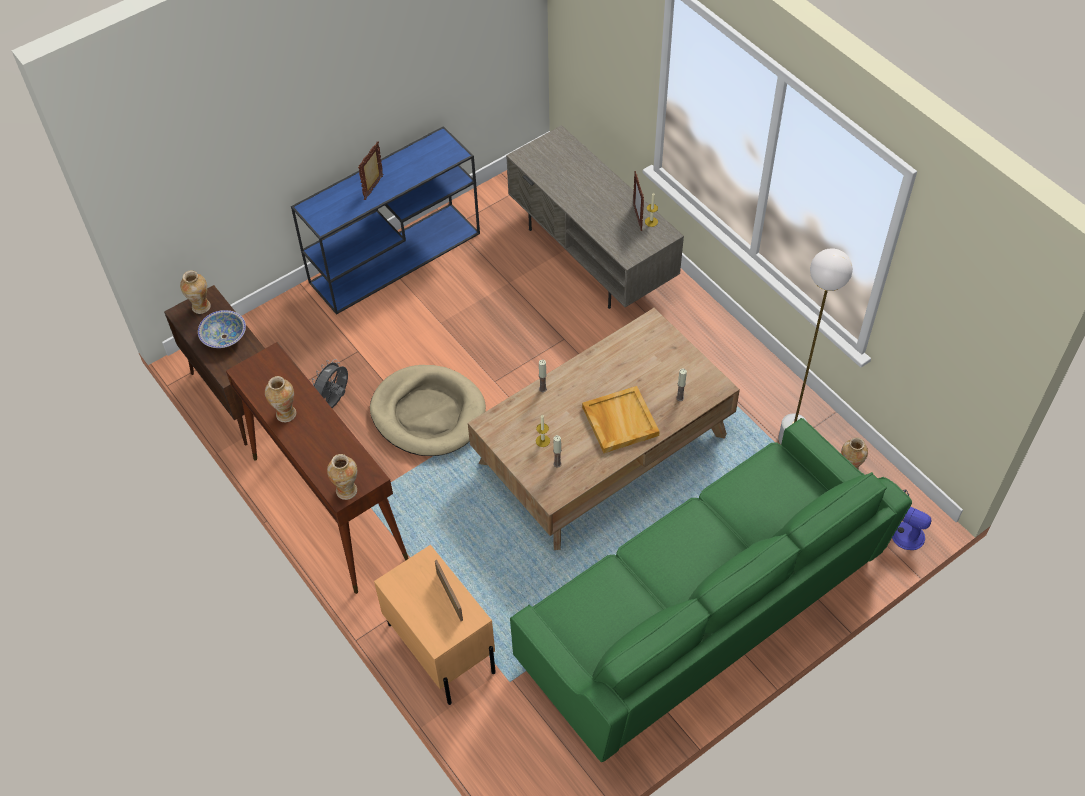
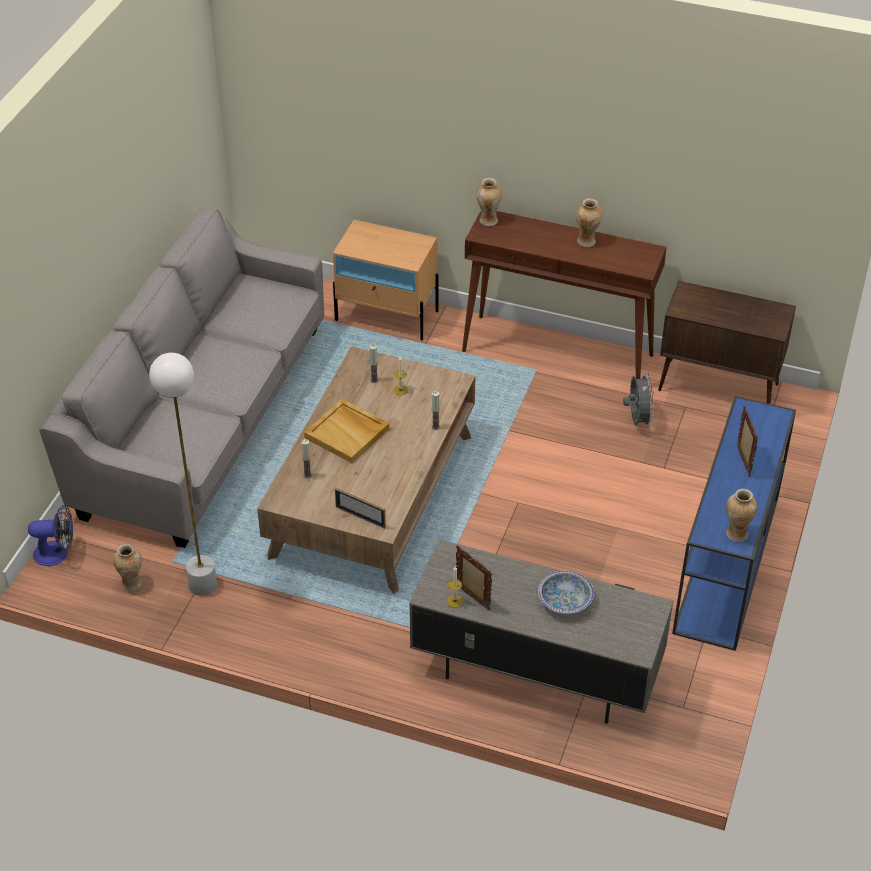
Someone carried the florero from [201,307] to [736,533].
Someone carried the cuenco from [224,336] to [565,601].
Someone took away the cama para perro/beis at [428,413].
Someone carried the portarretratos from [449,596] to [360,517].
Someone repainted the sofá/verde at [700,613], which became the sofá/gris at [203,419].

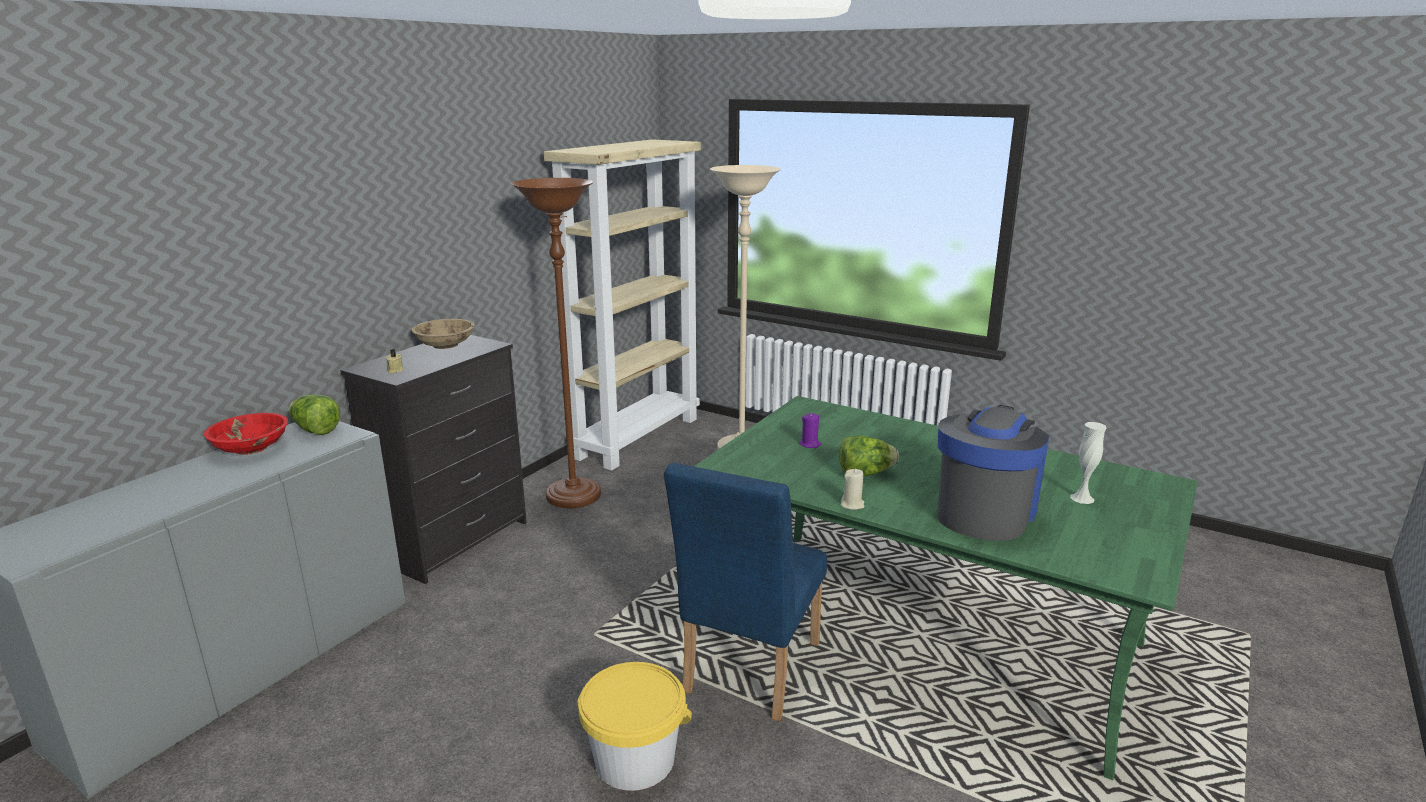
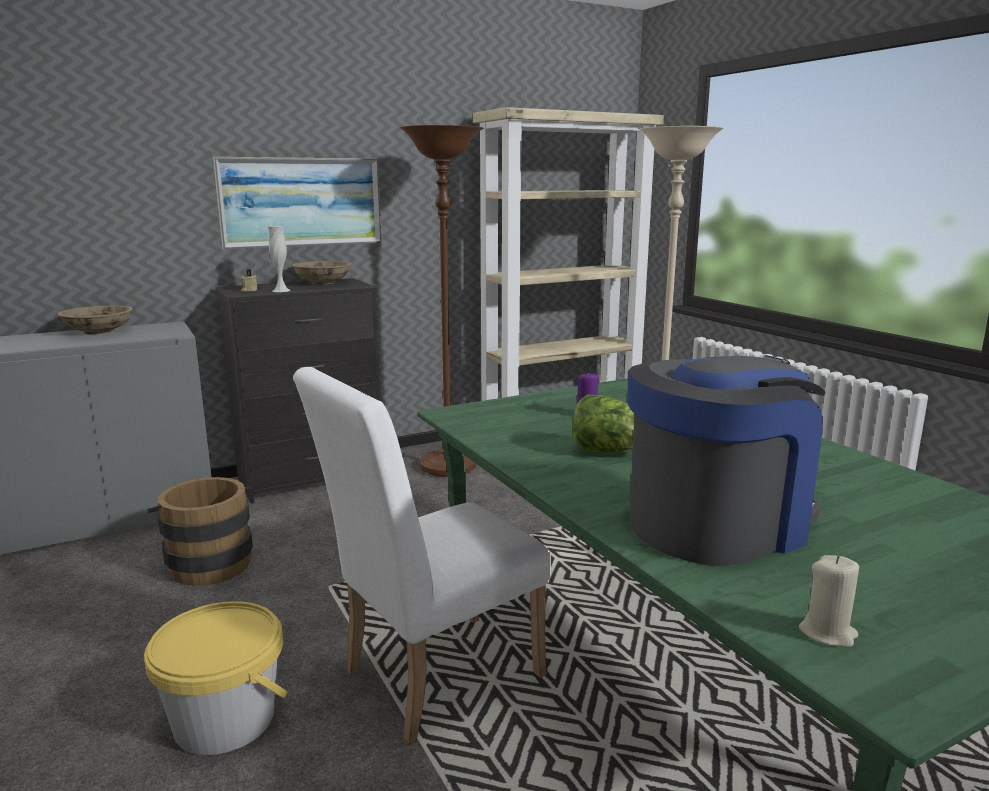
Someone repainted the cuenco/rojo at [251,448], which became the cuenco/beis at [99,332].
Someone took away the lechuga at [315,430].
Someone repainted the silla/azul at [747,674], which became the silla/blanco at [430,679].
Someone carried the vela/beis from [852,505] to [828,633].
Someone carried the florero/blanco from [1082,498] to [281,290].
Someone put down the cubo/marrón at [208,562].
Someone put up the cuadro at [301,202].

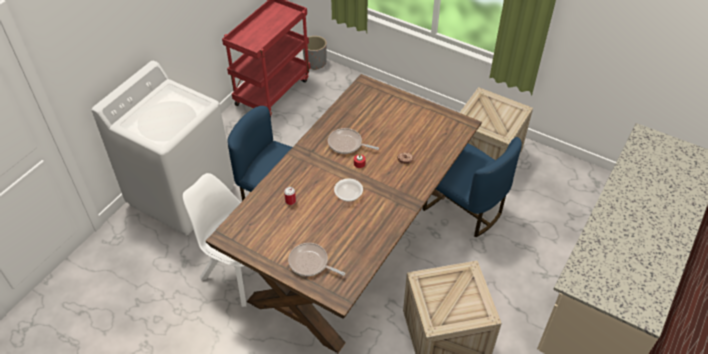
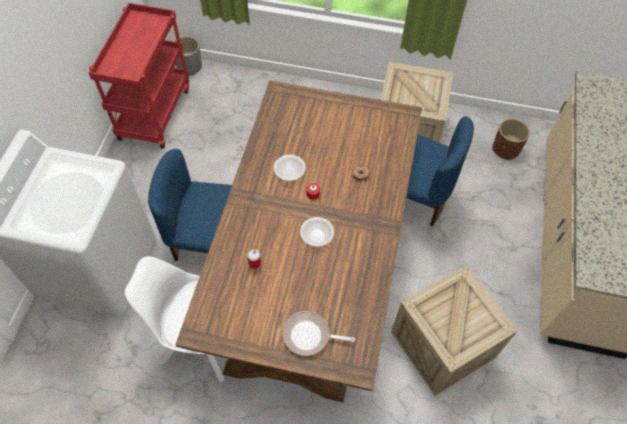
Someone swapped the sartén at [347,144] for the cuenco at [289,173].
Someone put down the maceta/marrón at [505,149].

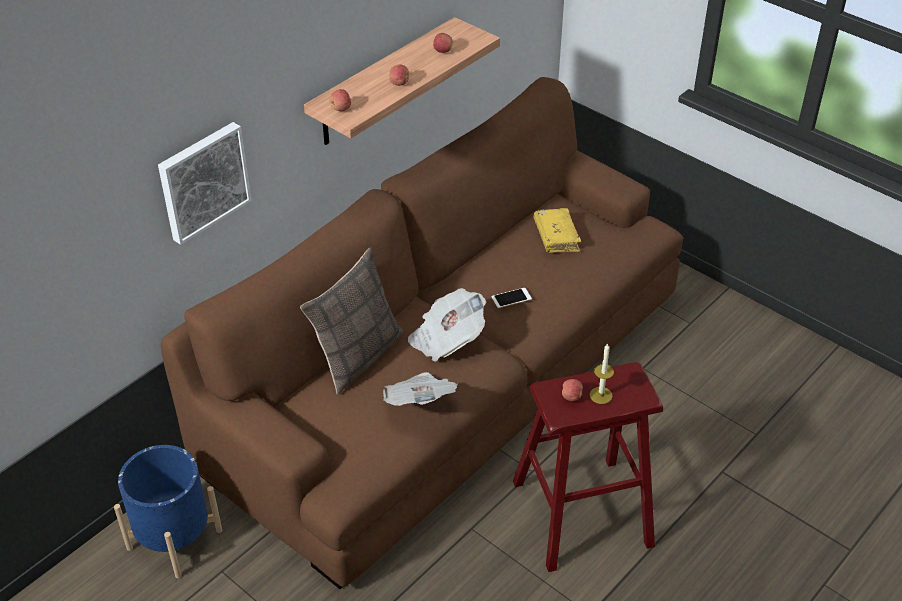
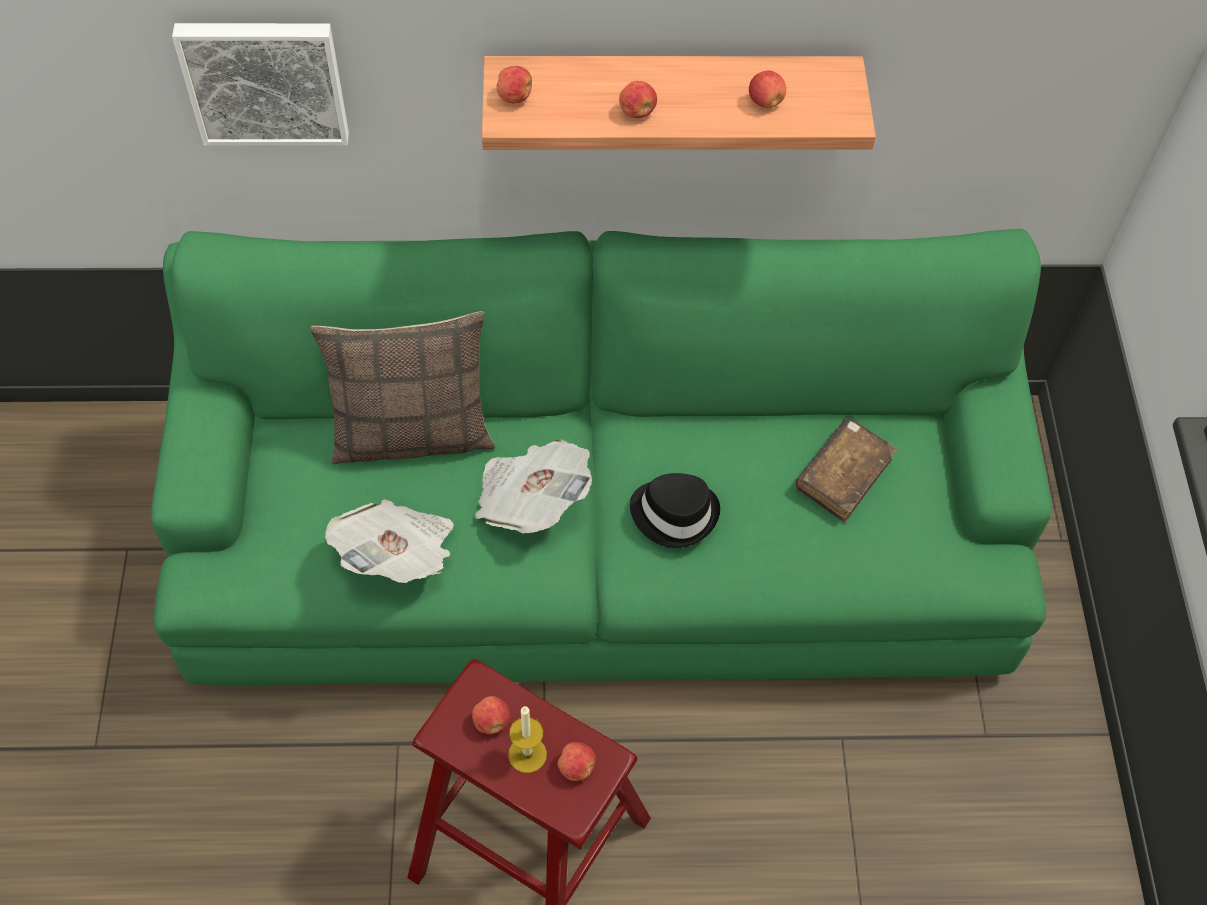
Someone took away the maceta/azul at [174,539].
Someone repainted the sofá/marrón at [449,379], which became the sofá/verde at [599,540].
Someone swapped the móvil at [511,298] for the sombrero/negro at [675,513].
Someone repainted the libro/amarillo at [556,236], which became the libro/marrón at [843,475].
Someone put down the manzana at [576,767].

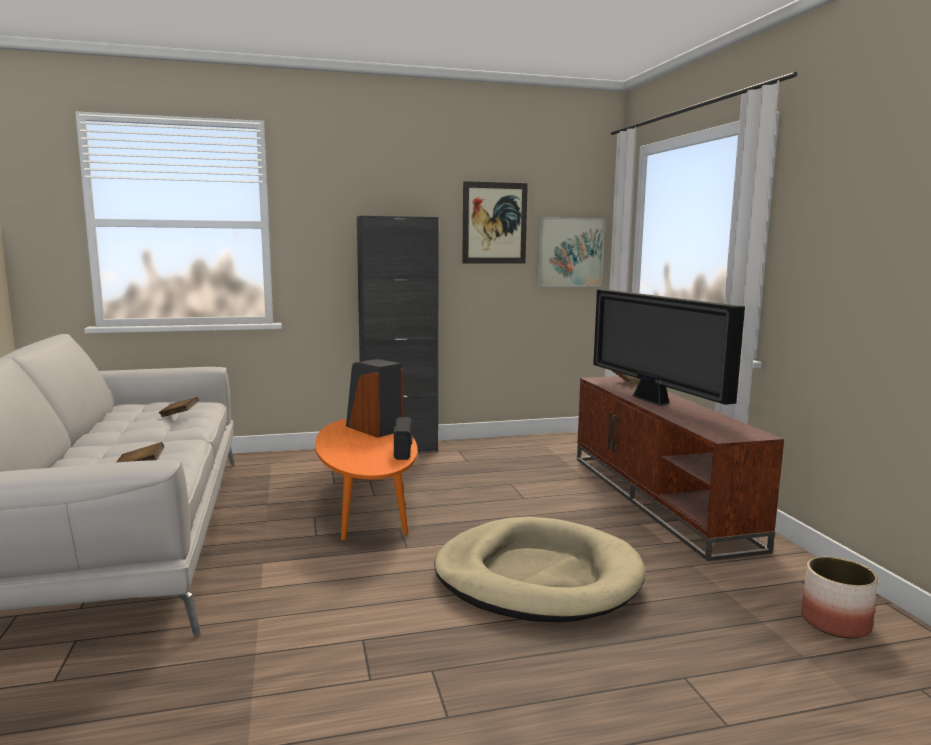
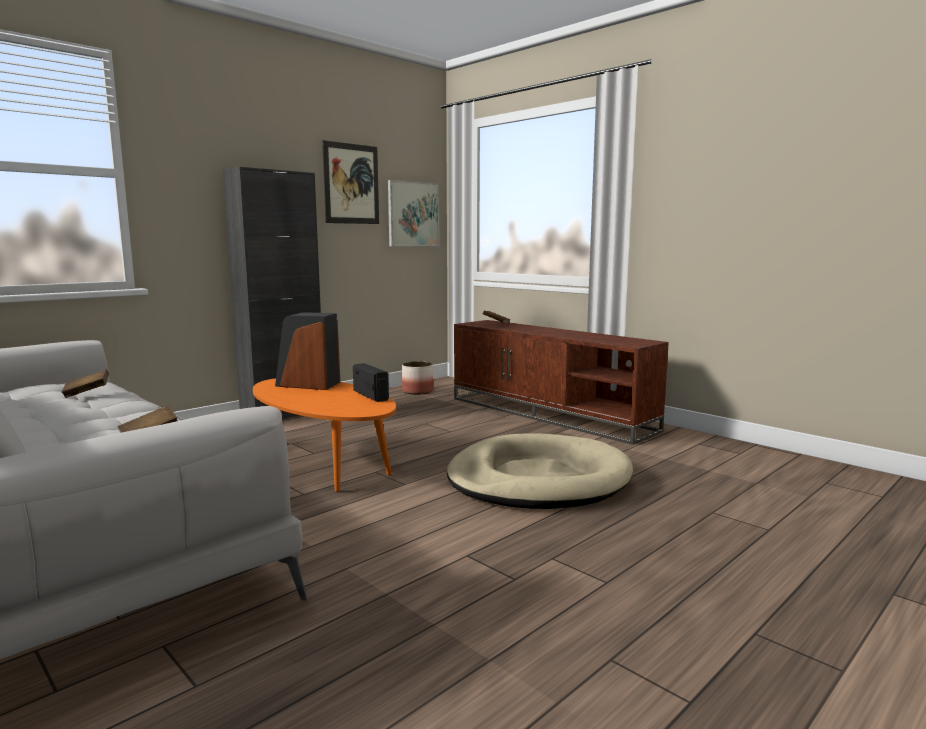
Someone took away the televisor at [653,401].
Someone carried the maceta from [836,623] to [418,391].

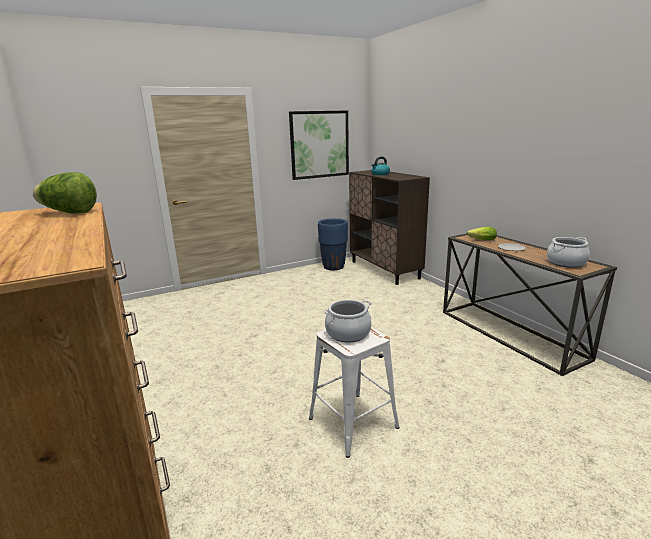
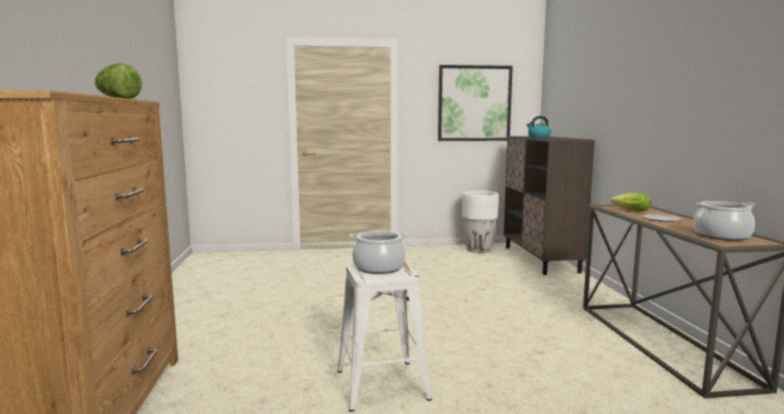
Someone repainted the maceta/azul at [333,267], which became the maceta/blanco at [479,249].

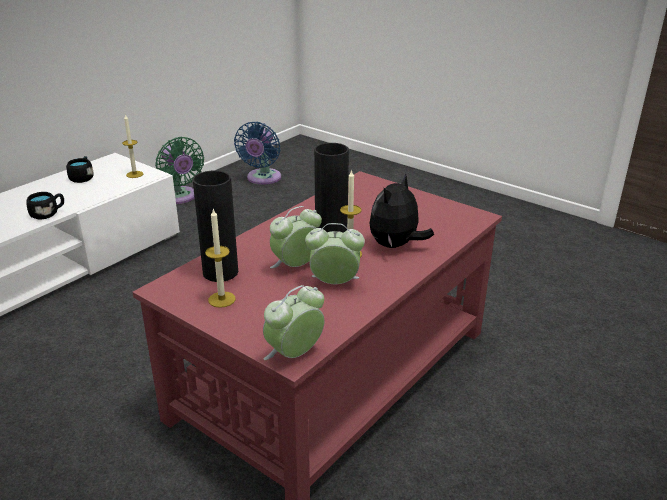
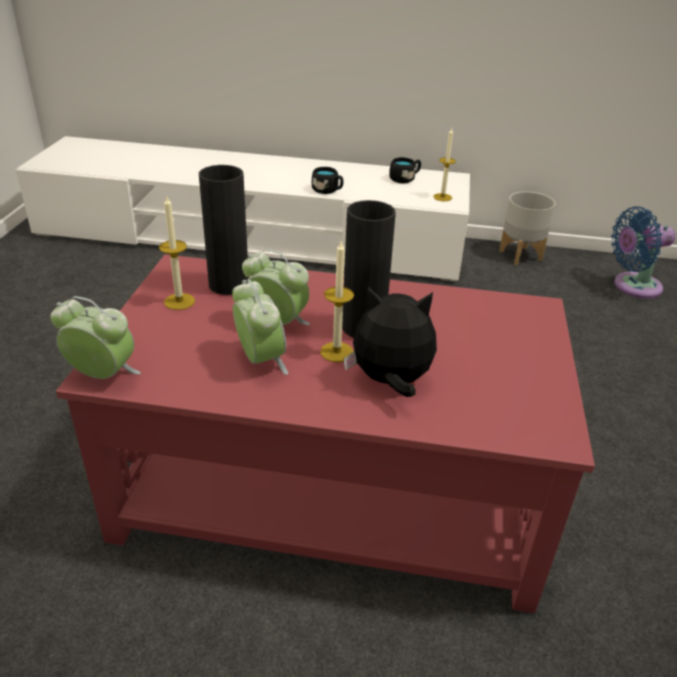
Someone swapped the ventilador/verde at [180,197] for the maceta/gris at [521,255].

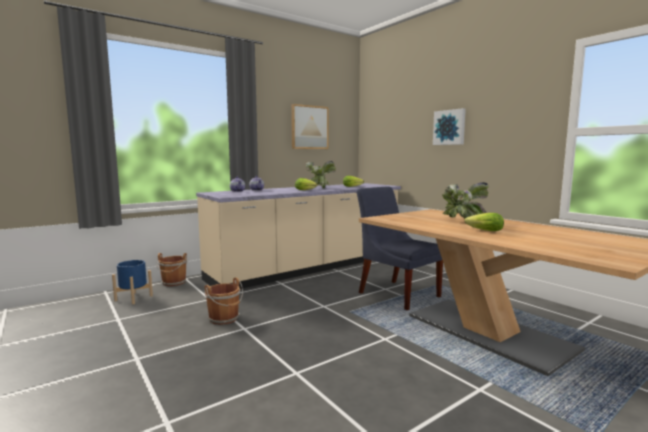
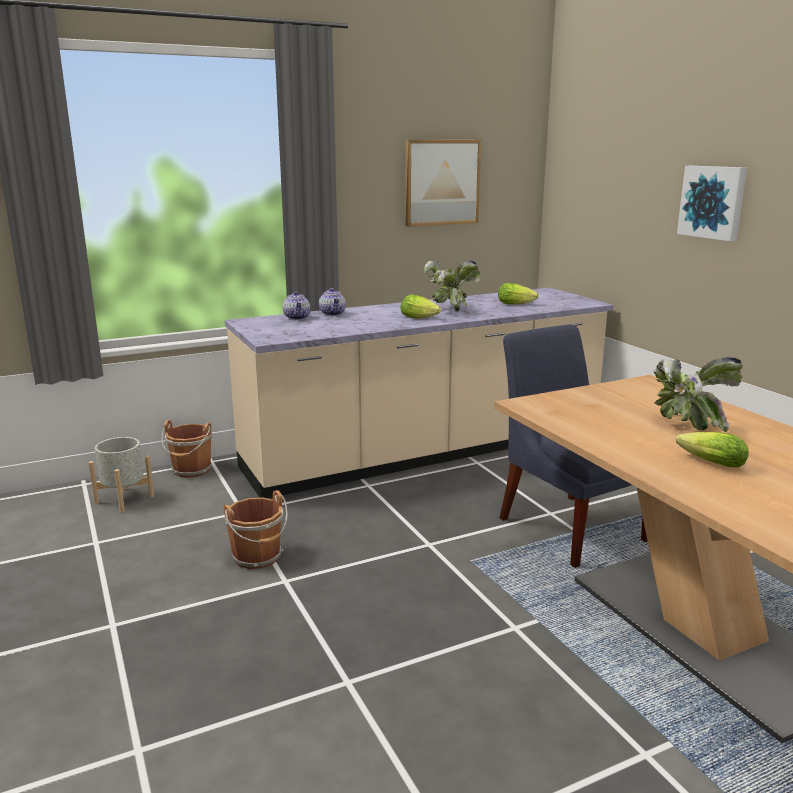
Someone repainted the maceta/azul at [133,298], which became the maceta/gris at [124,500].

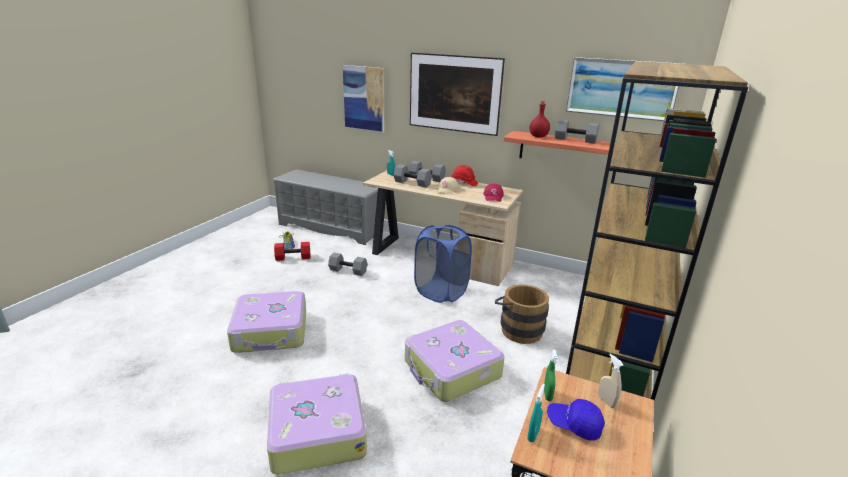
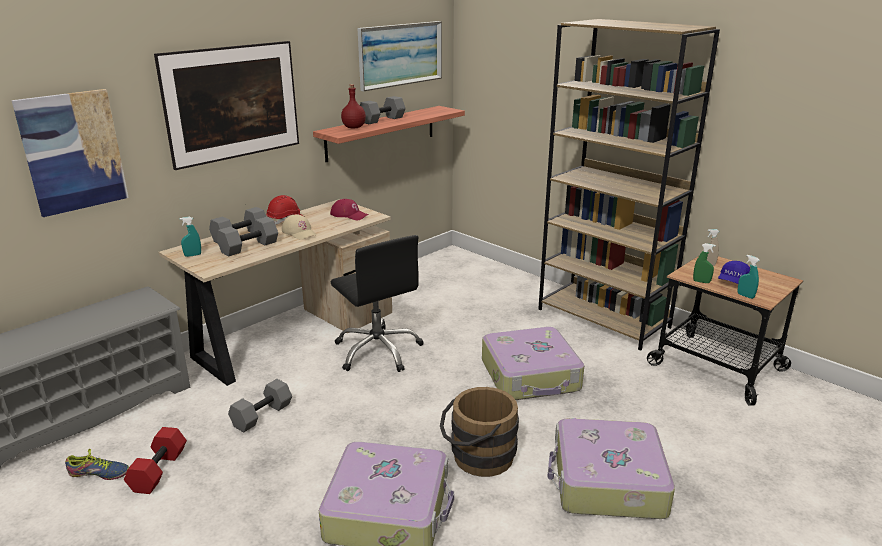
Someone swapped the cesto de la ropa/azul at [441,292] for the silla de oficina/negro at [378,351].
Someone carried the cubo/marrón from [518,329] to [477,457].

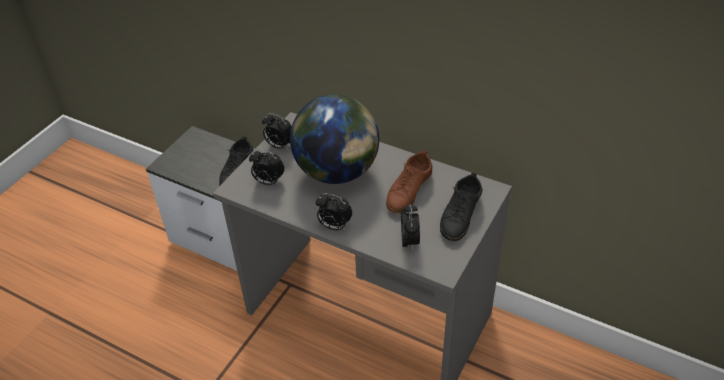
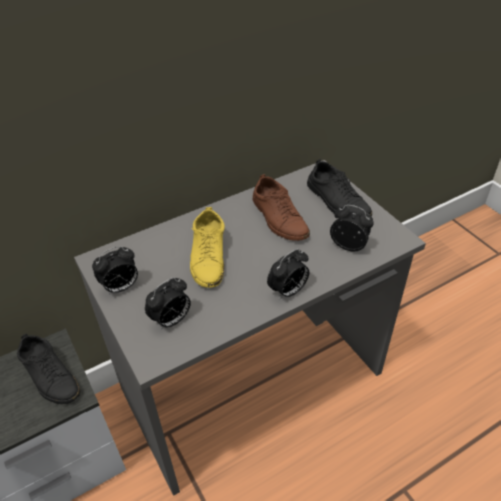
Someone swapped the globo terráqueo at [337,171] for the zapato/amarillo at [208,257].

